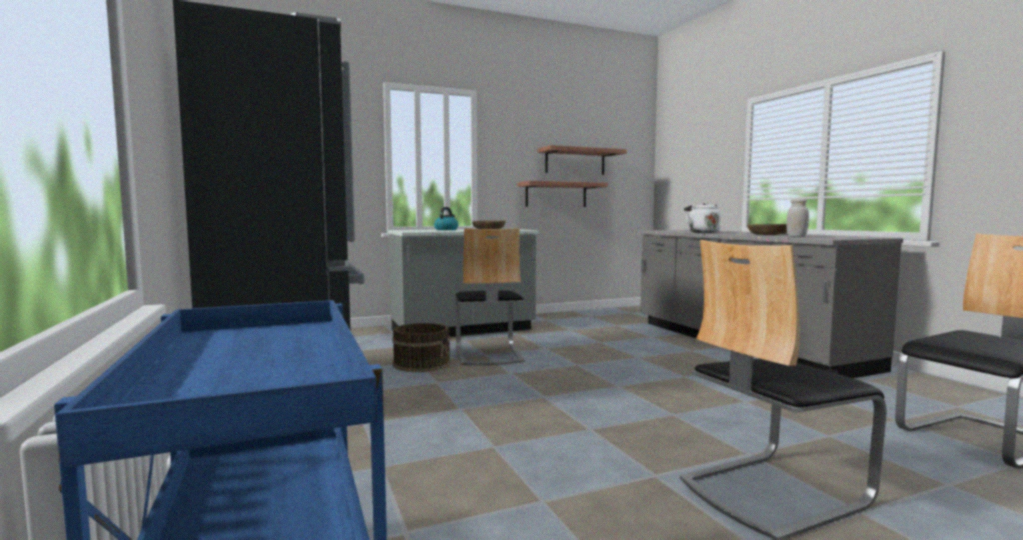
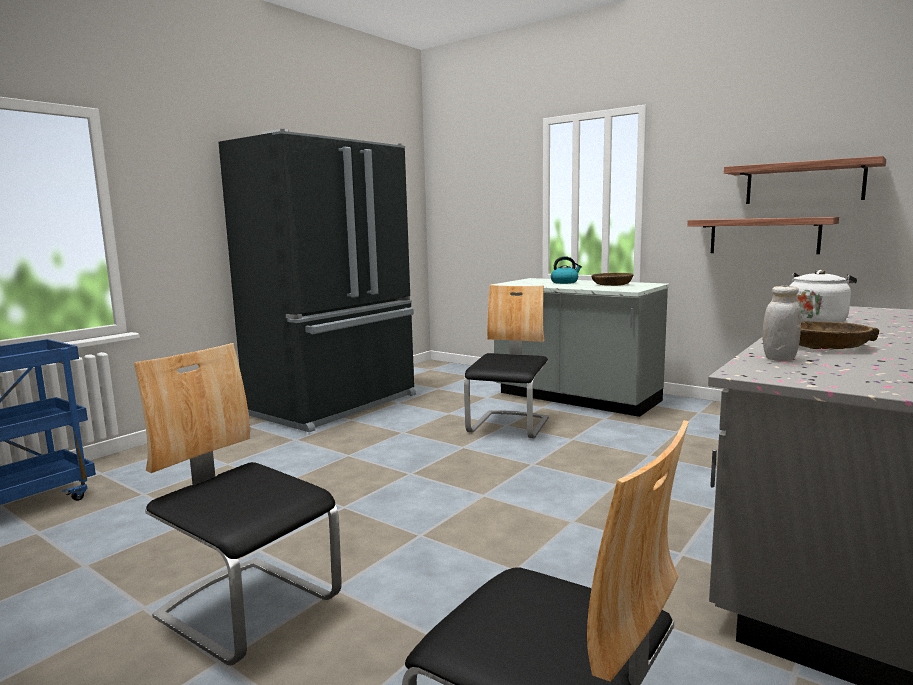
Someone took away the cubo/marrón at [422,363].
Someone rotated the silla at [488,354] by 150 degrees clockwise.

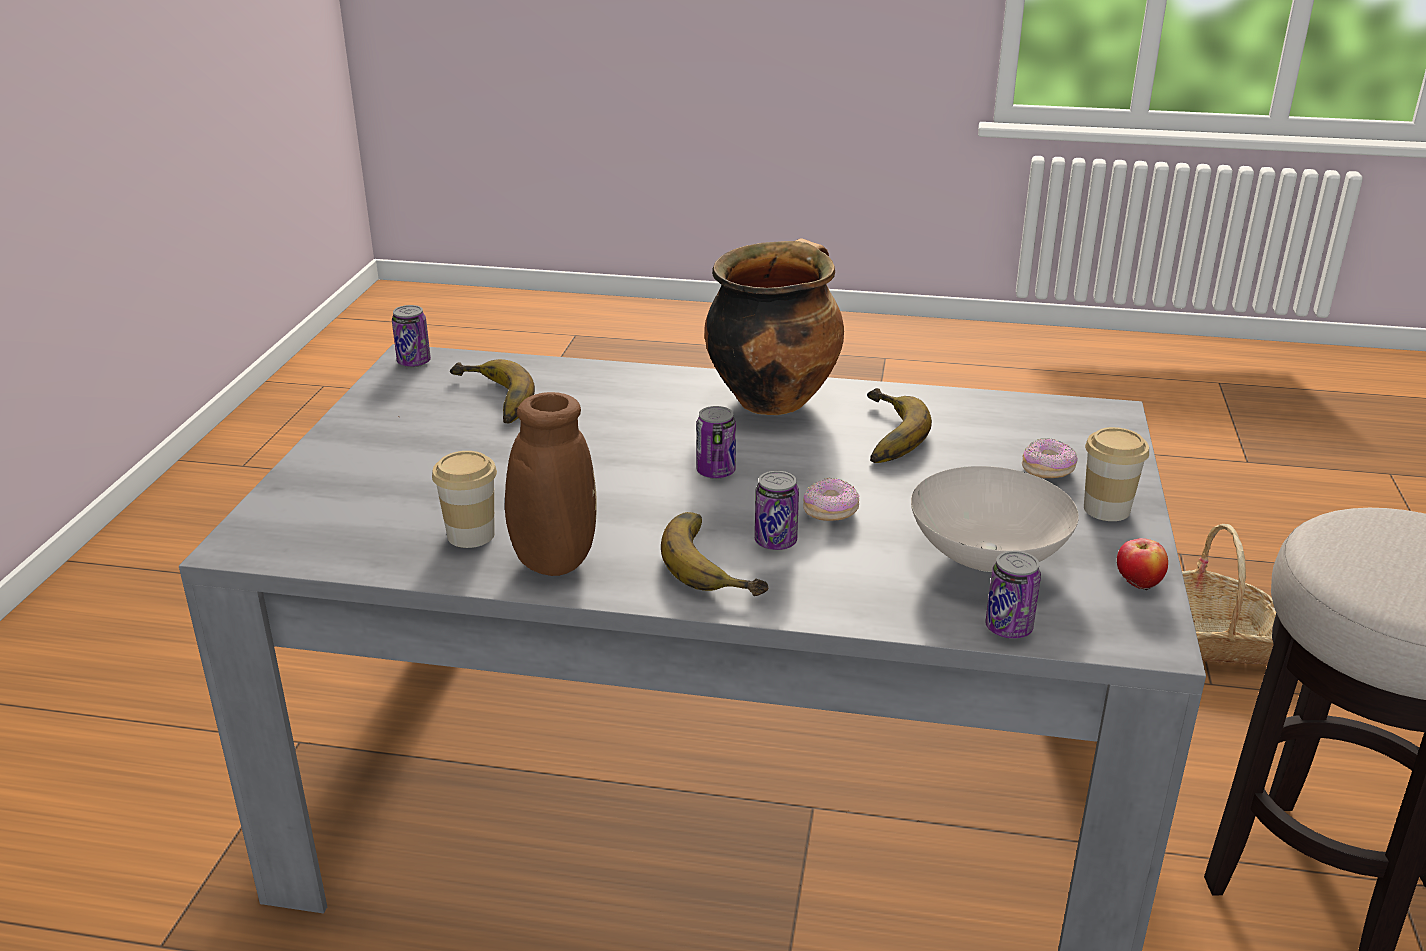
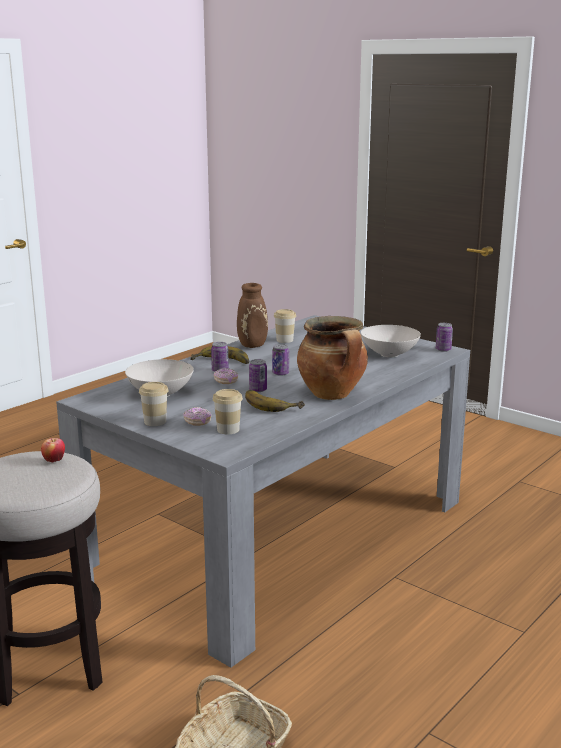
Someone swapped the plátano at [488,400] for the cuenco/blanco at [389,354].
Someone carried the lata from [1008,628] to [258,390].
Someone carried the manzana from [1137,585] to [54,461].
Someone put down the taza at [228,430].

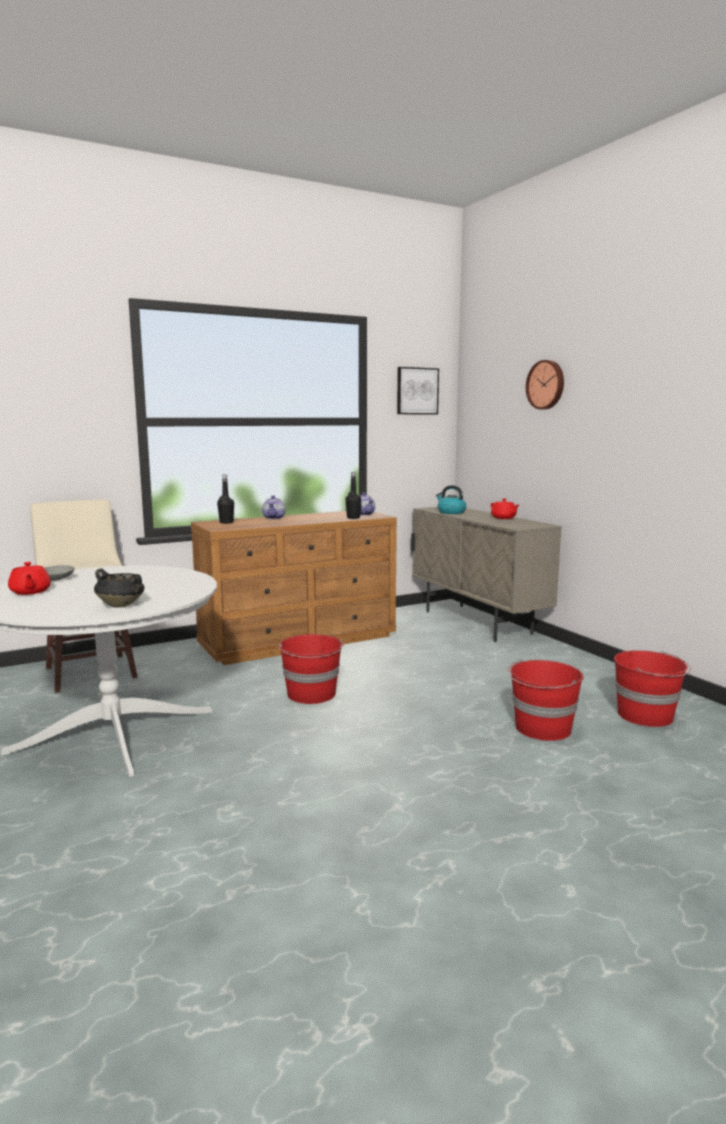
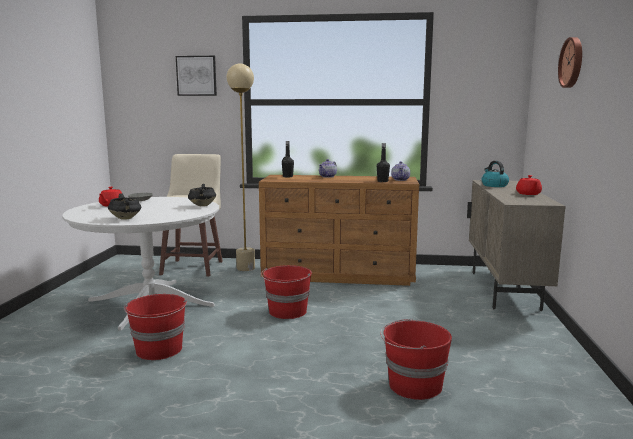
Someone carried the cuadro from [417,391] to [196,76].
Someone carried the cubo/rojo from [646,715] to [159,350].
Someone put down the olla/negro at [202,205].
Someone put down the lámpara de pie/beis at [245,268].

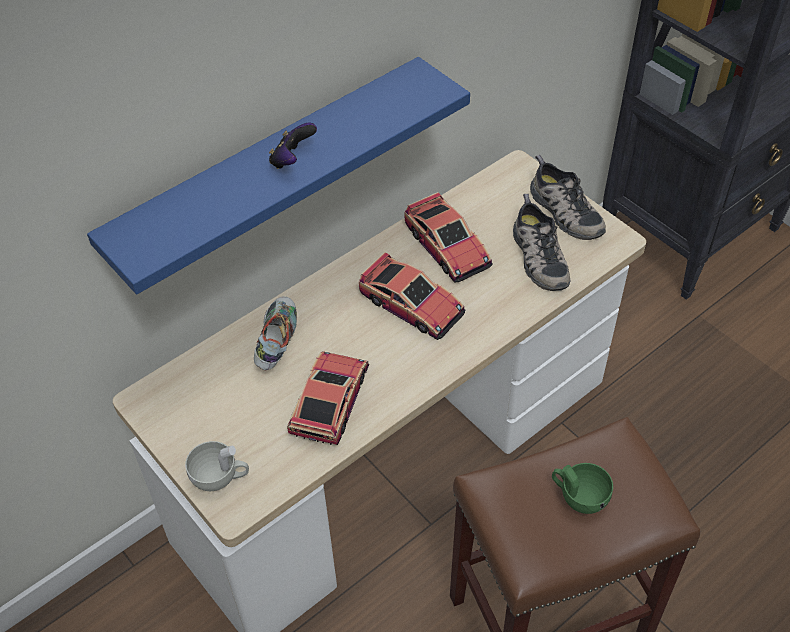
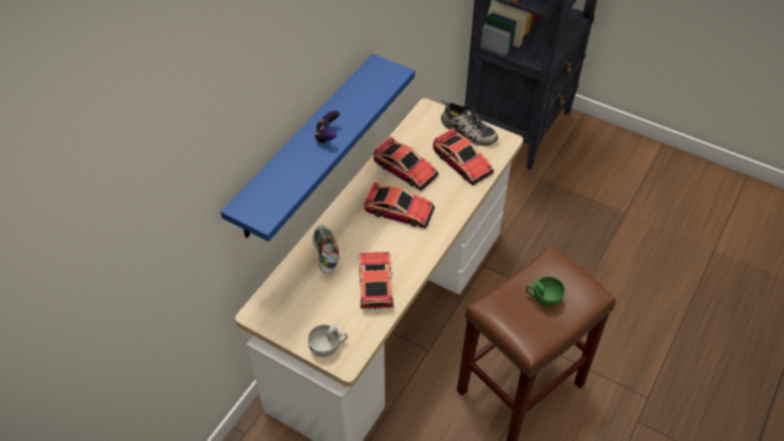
Someone swapped the zapato at [537,256] for the coche de juguete at [463,162].

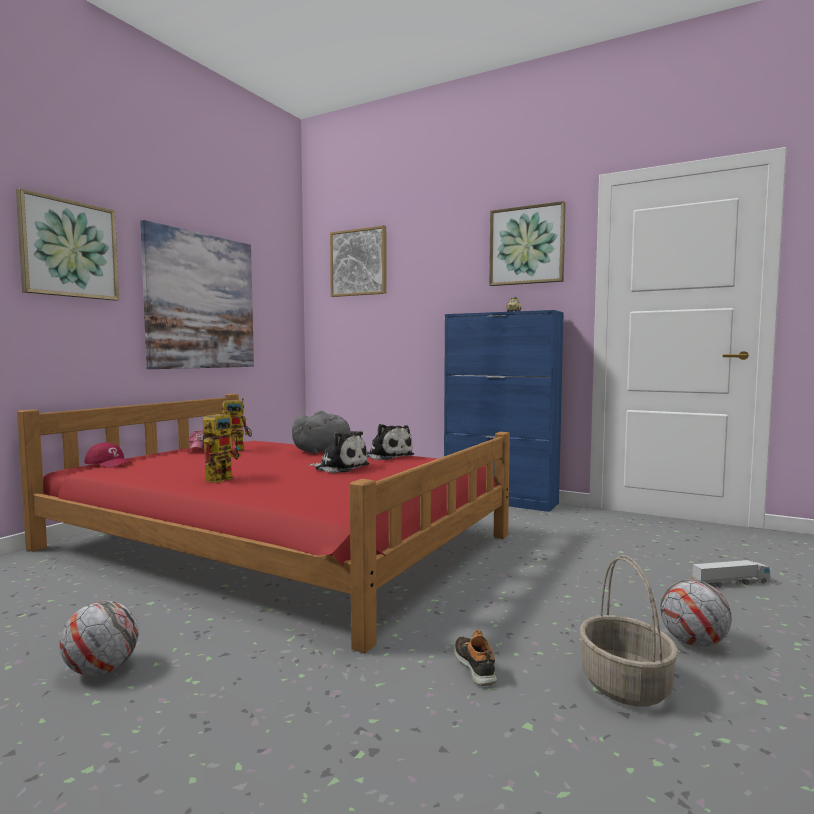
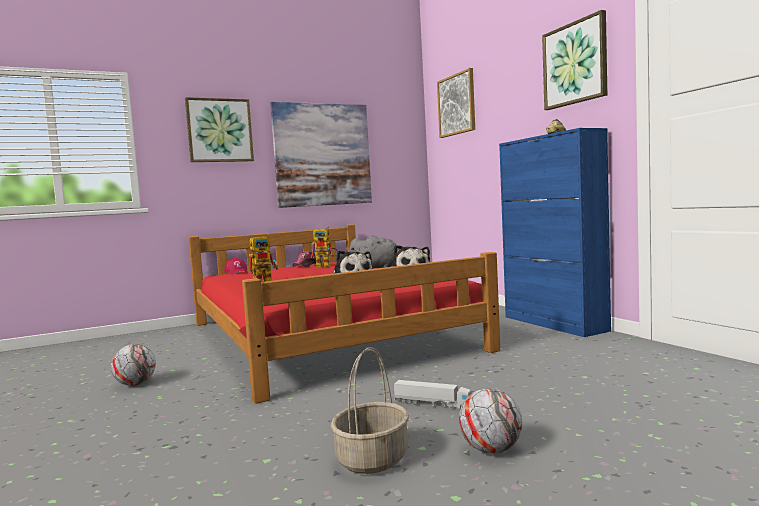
Someone took away the zapato at [475,666].
Someone carried the camión de juguete from [730,583] to [433,404].

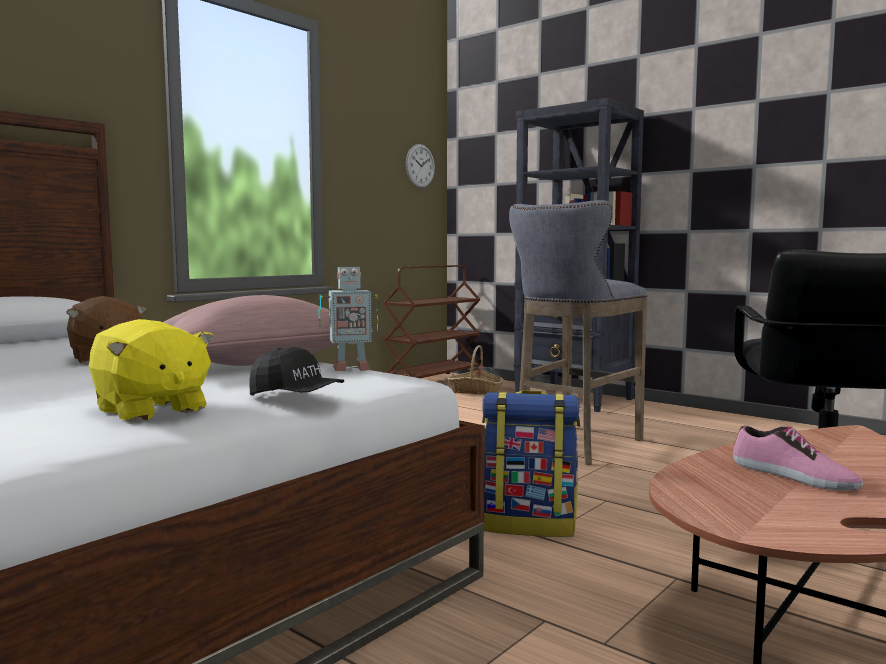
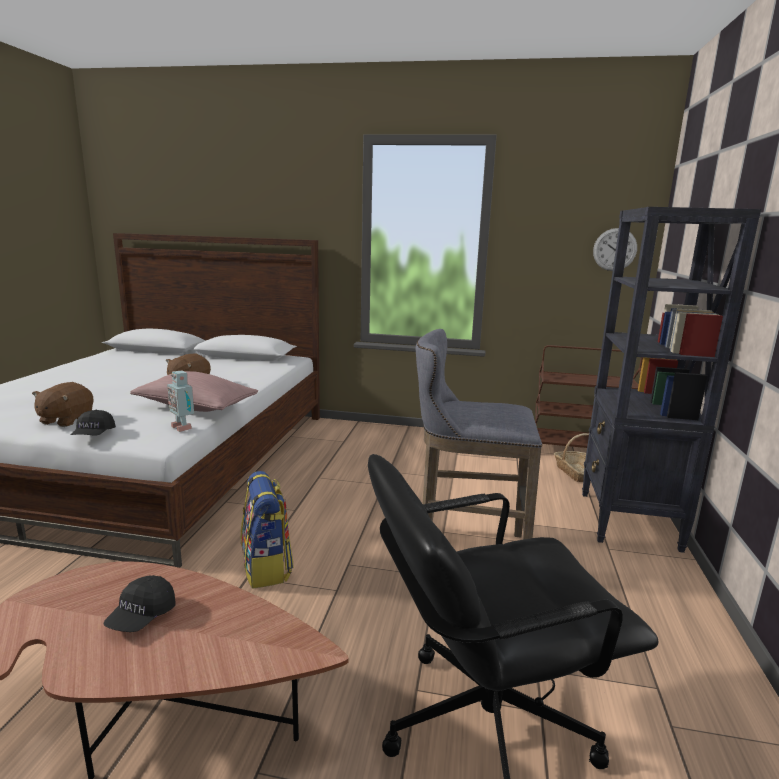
Someone repainted the peluche/amarillo at [150,410], which became the peluche/marrón at [66,420].
Someone swapped the zapato at [793,476] for the gorra/negro at [142,617].

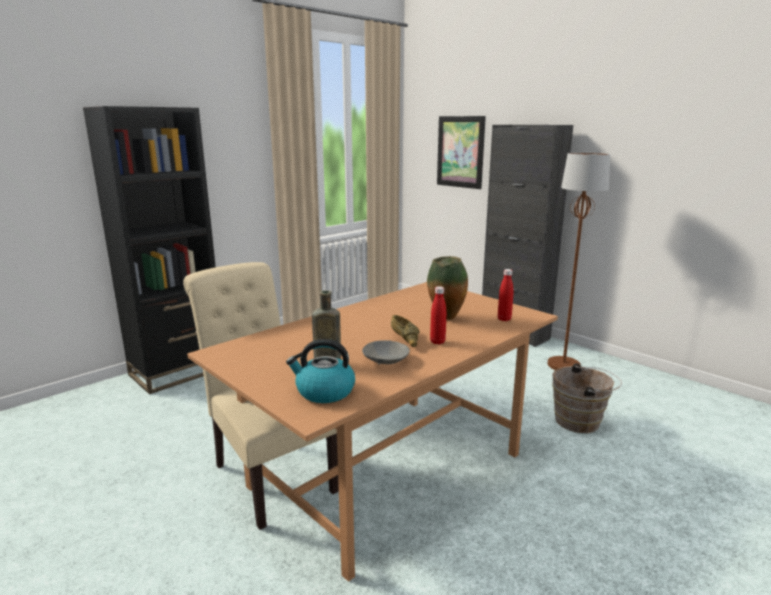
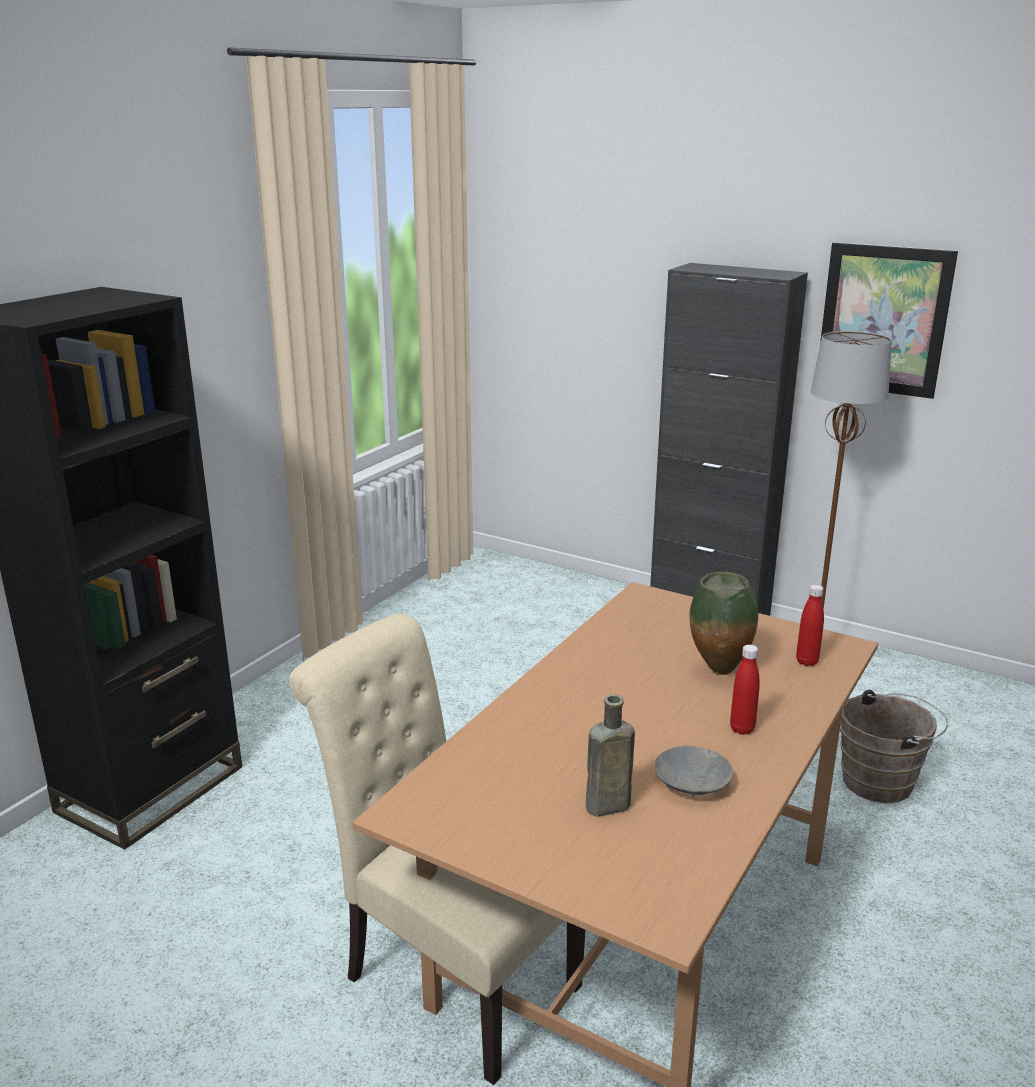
Someone took away the hervidor at [324,392].
Someone took away the cuenco/marrón at [408,340].
Someone carried the cuadro from [460,152] to [883,320].

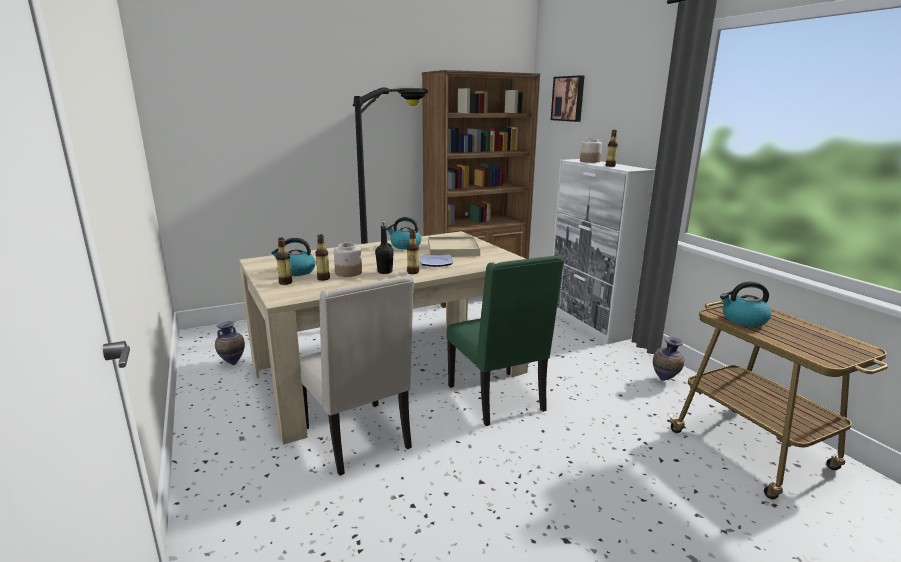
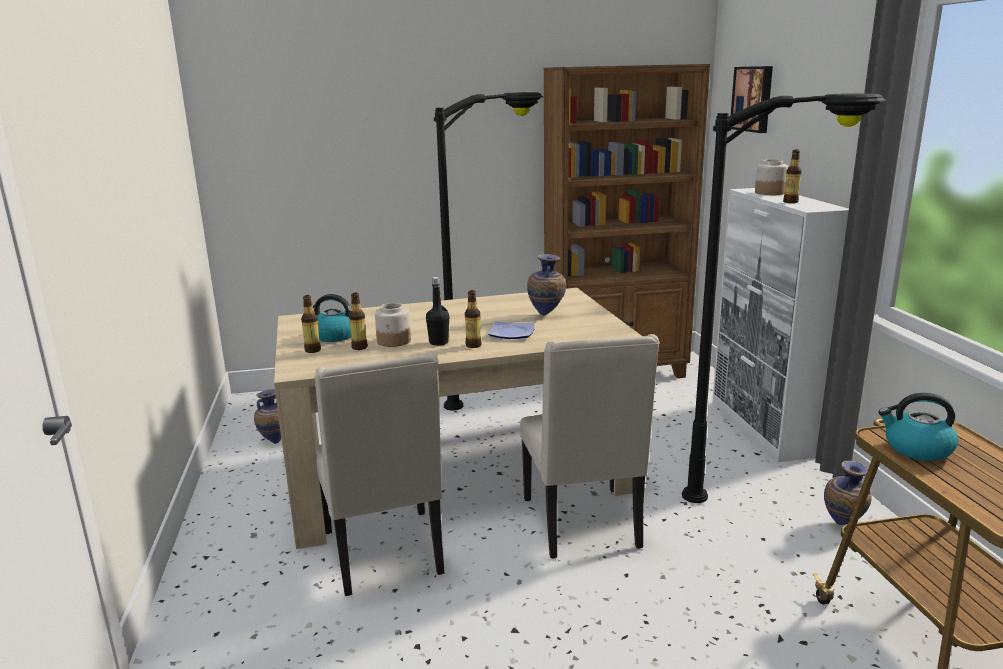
Someone took away the hervidor at [405,246].
Someone swapped the bandeja/beis at [453,249] for the florero at [547,315].
Someone repainted the silla/verde at [498,399], which became the silla/beis at [584,524].
Someone put down the lámpara de pie/negro at [771,491].

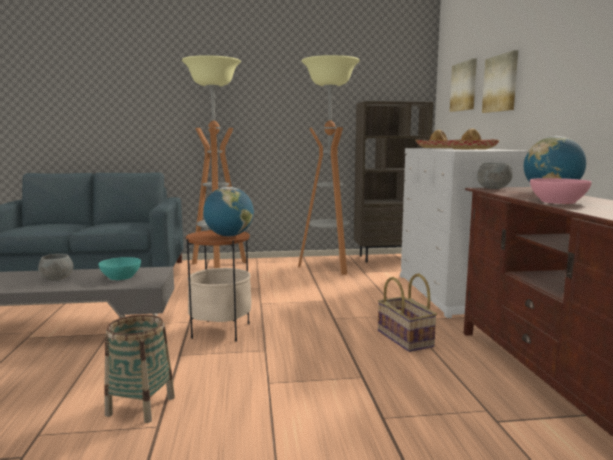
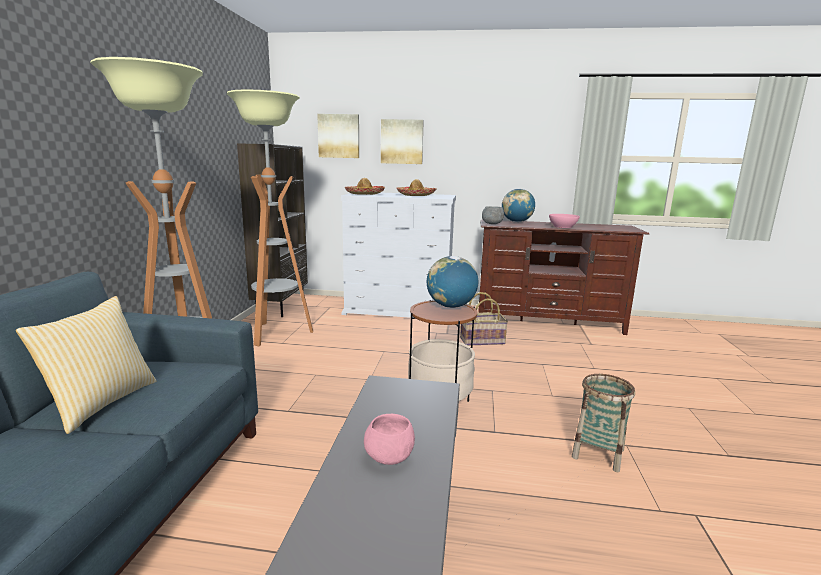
Someone repainted the cuenco/gris at [56,279], which became the cuenco/rosa at [389,457].
Someone took away the cuenco/turquesa at [121,277].
Someone put down the cojín at [101,403].

